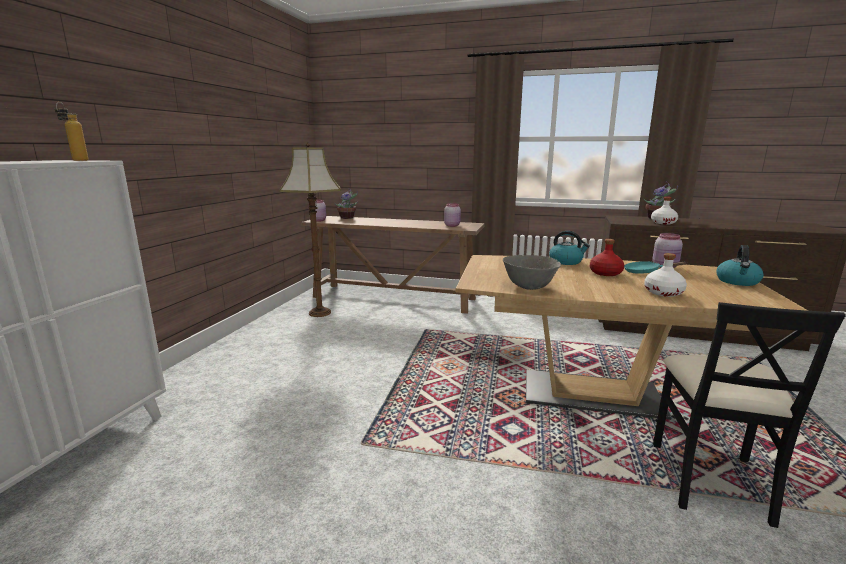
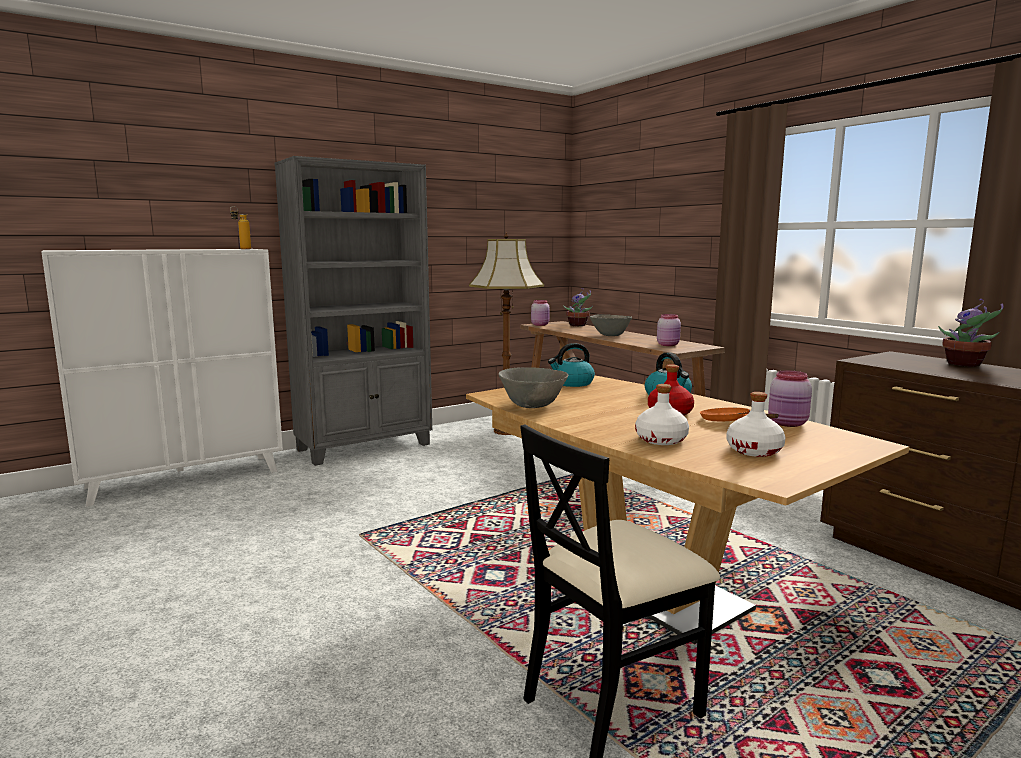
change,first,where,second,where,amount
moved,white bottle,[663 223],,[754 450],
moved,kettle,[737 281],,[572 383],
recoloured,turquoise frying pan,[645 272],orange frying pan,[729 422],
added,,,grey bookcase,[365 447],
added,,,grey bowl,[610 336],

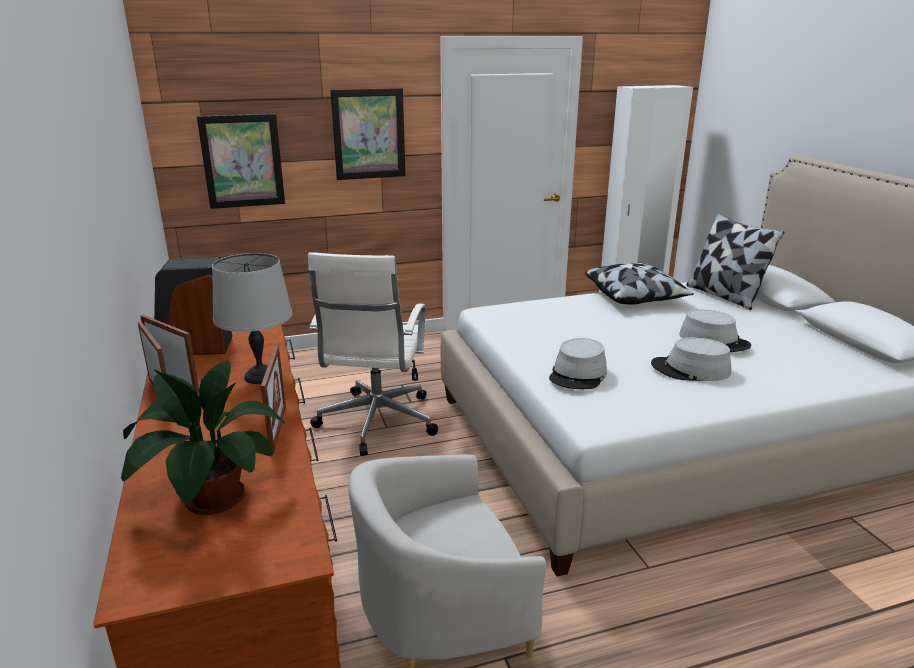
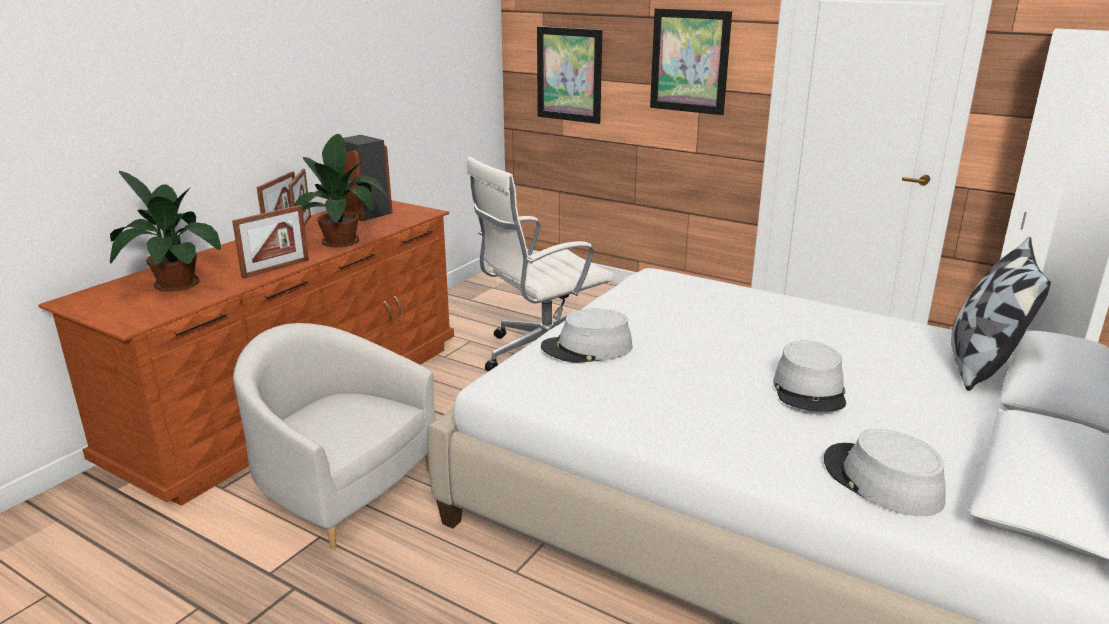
change,first,where,second,where,amount
replaced,grey table lamp,[261 376],potted plant,[343 240],
removed,pillow,[635 297],,,
moved,grey hat,[690 369],,[881 481],

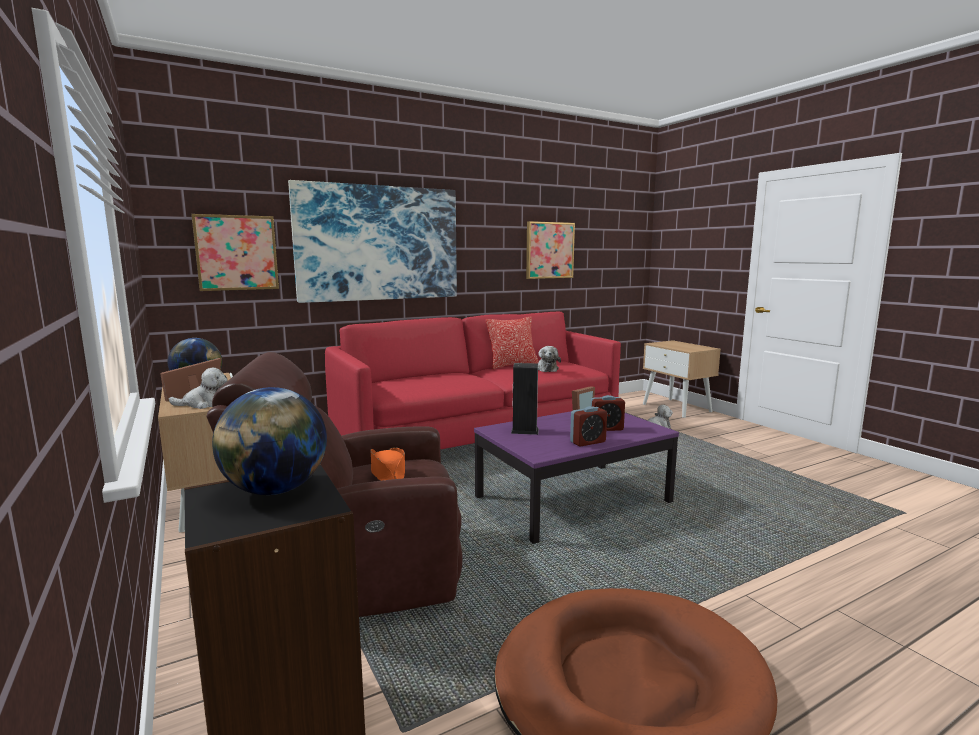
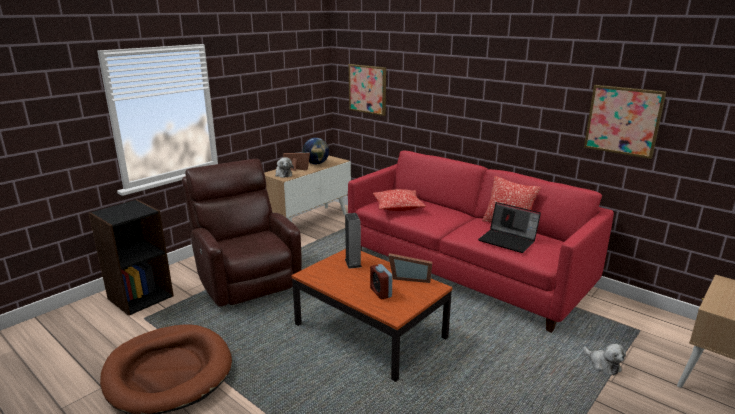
change,first,where,second,where,amount
removed,picture,[379 243],,,
replaced,plush toy,[547 369],laptop,[508 240],
removed,globe,[275 490],,,
removed,alarm clock,[587 442],,,
recoloured,purple coffee table,[572 499],brown coffee table,[370 331],
removed,orange hat,[388 474],,,
added,,,pillow,[398 207],

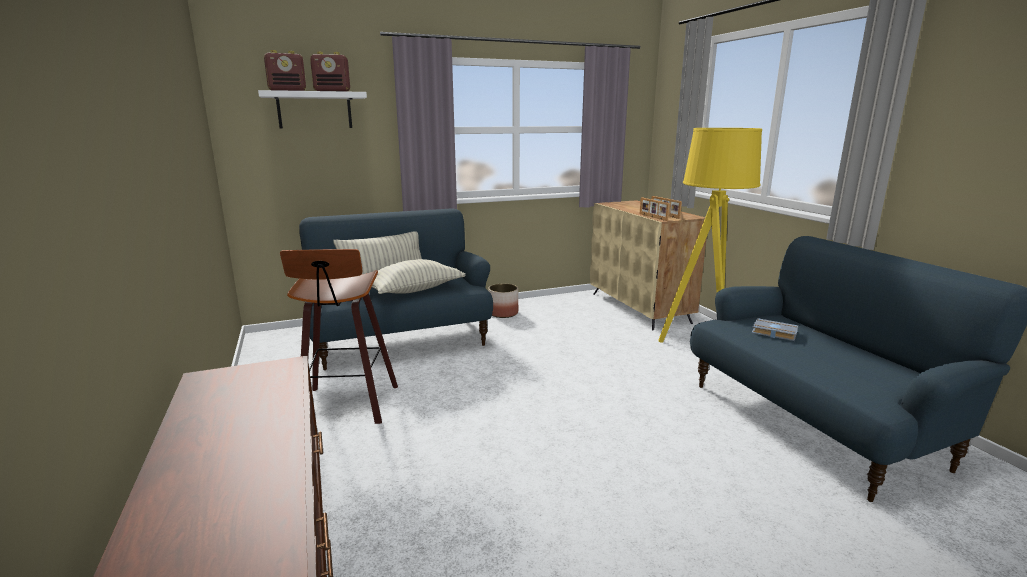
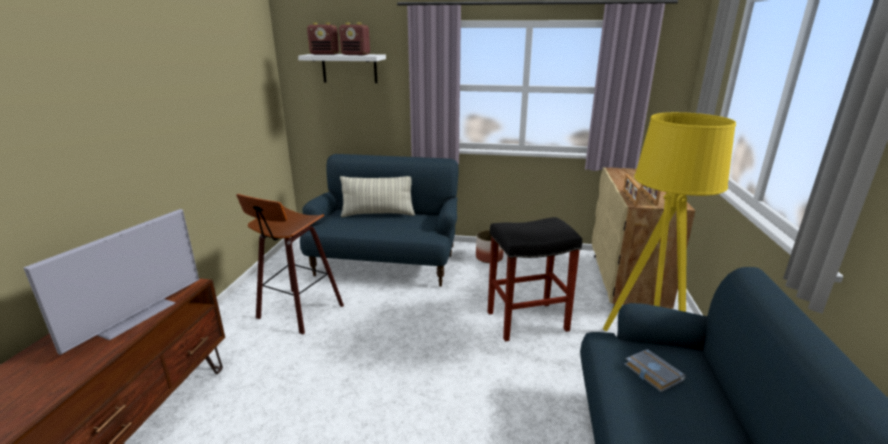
change,first,where,second,where,amount
removed,pillow,[413 290],,,
added,,,television,[136 317],
added,,,black stool,[528 320],

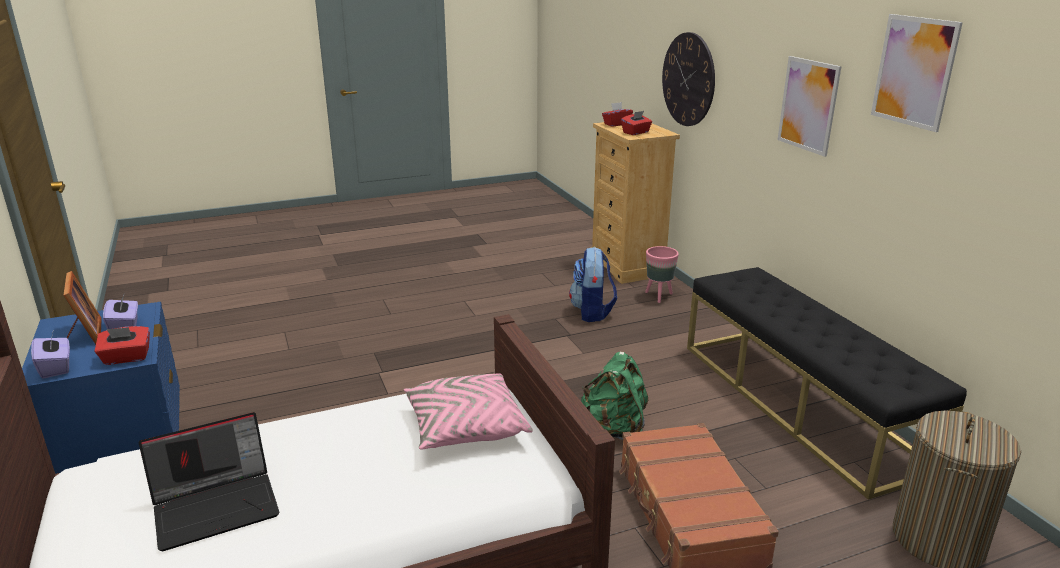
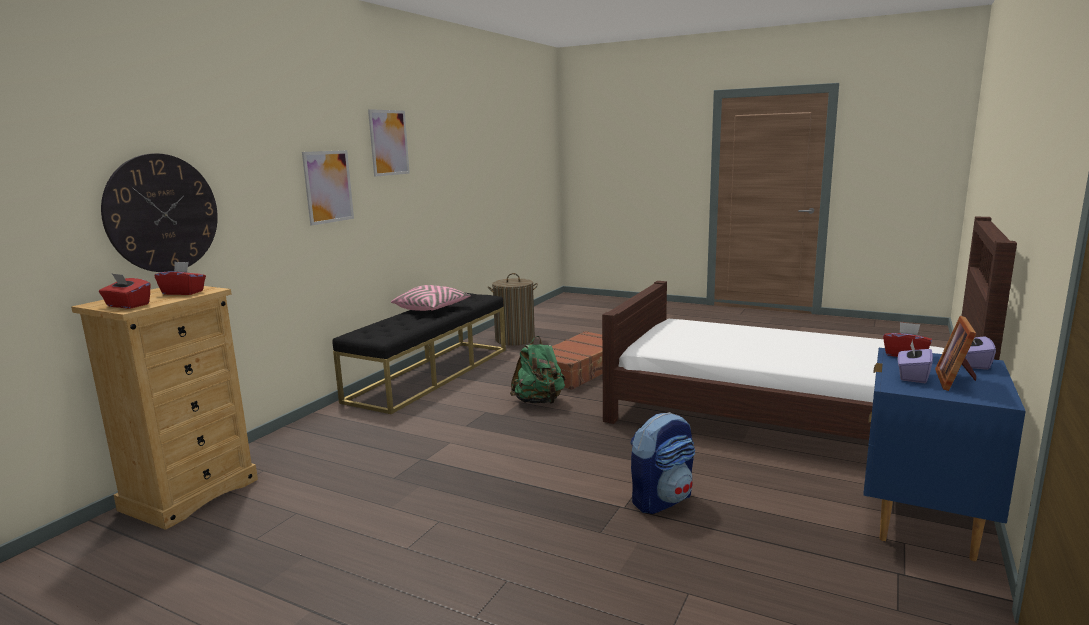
change,first,where,second,where,amount
removed,pink planter,[658 296],,,
moved,backpack,[592 312],,[662 500],
moved,pink pillow,[465 427],,[432 309],
removed,laptop,[217 505],,,

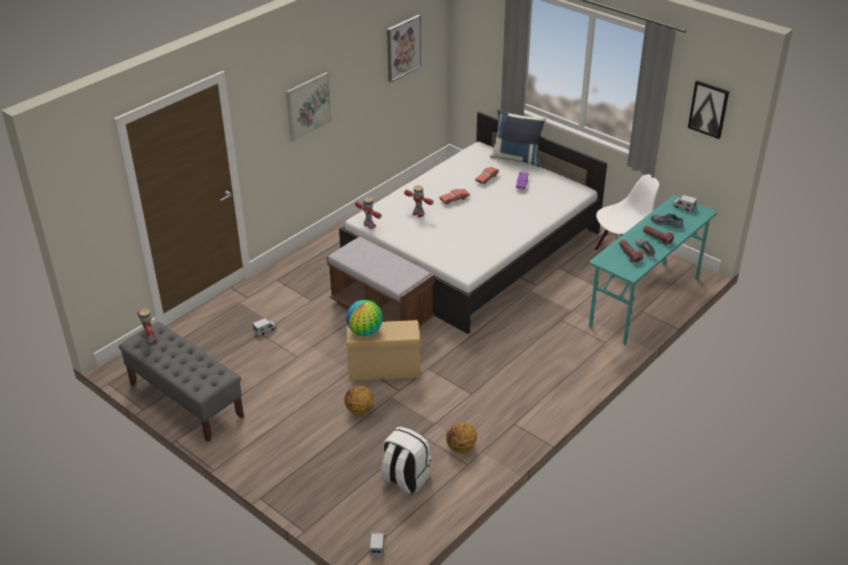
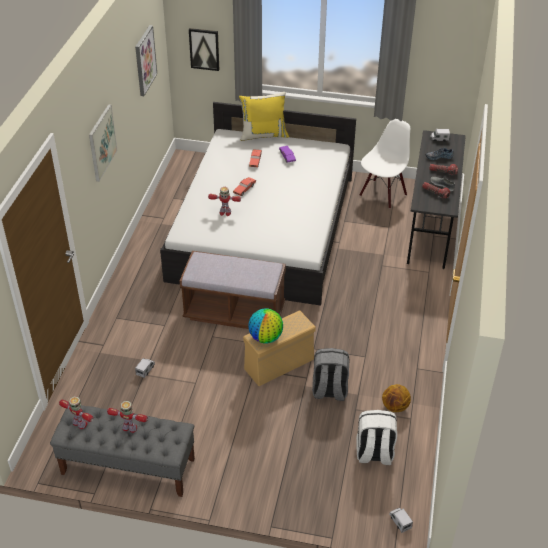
change,first,where,second,where,amount
moved,picture,[708 109],,[204 49],
recoloured,blue pillow,[517 158],yellow pillow,[263 135],
recoloured,turquoise desk,[645 303],grey desk,[431 228],
moved,toy robot,[369 225],,[130 428],
removed,basketball,[359 410],,,
added,,,grey backpack,[329 391],

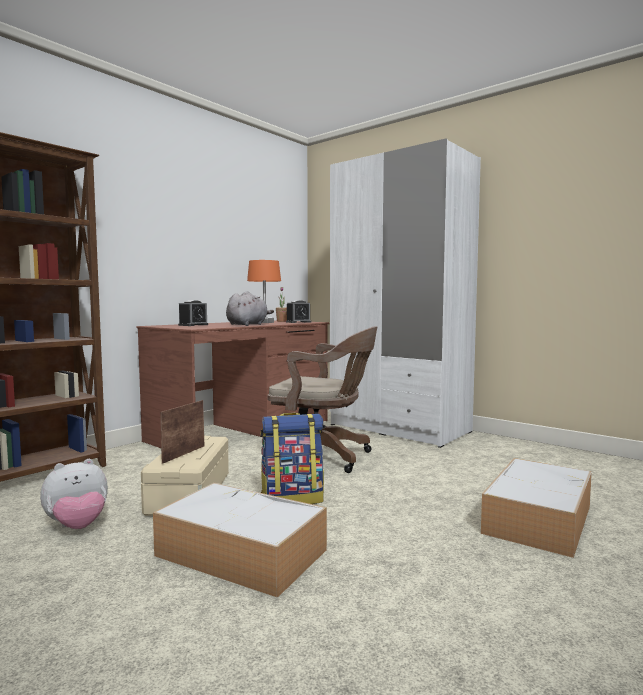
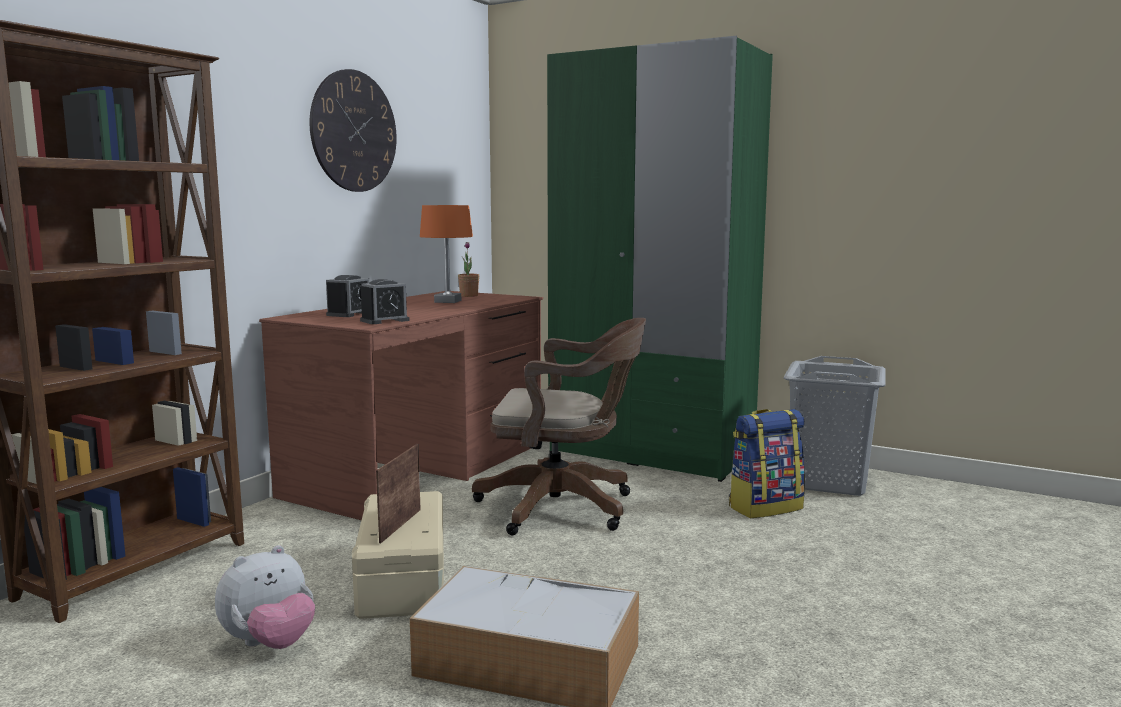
change,first,where,second,where,amount
recoloured,white wardrobe,[399 428],green wardrobe,[652 452],
removed,grey plush toy,[248 325],,,
moved,alarm clock,[298 322],,[384 320],
moved,backpack,[292 498],,[765 507],
removed,storage box,[538 518],,,
added,,,wall clock,[354 131],
added,,,grey laundry basket,[828 482],

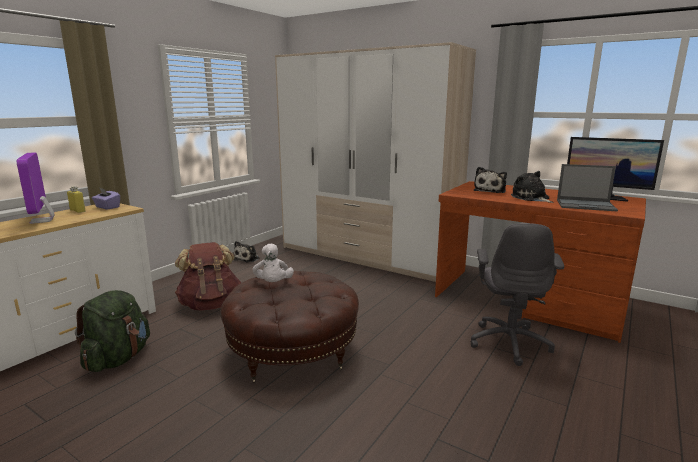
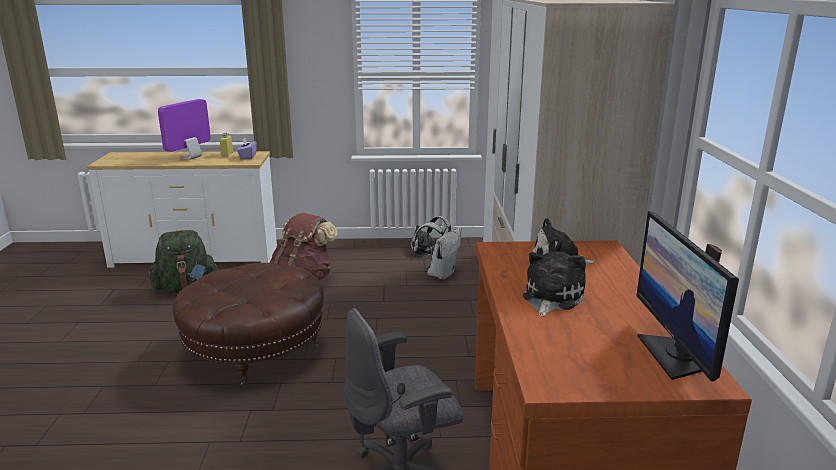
change,first,where,second,where,amount
removed,laptop,[586 205],,,
removed,white plush toy,[273 284],,,
added,,,white backpack,[440 274],

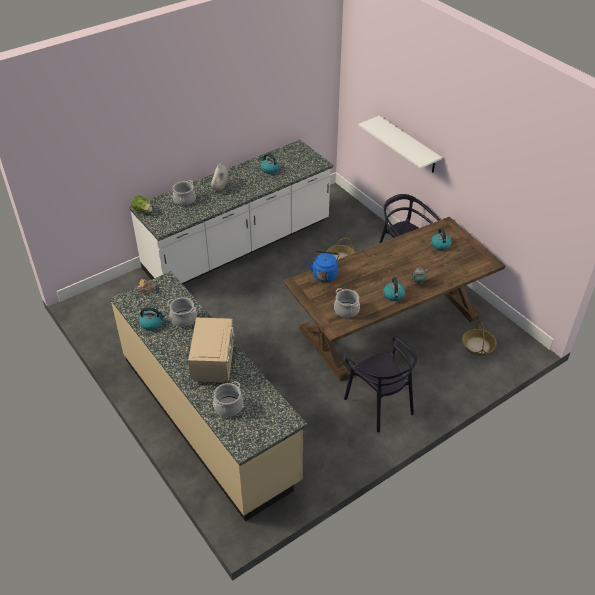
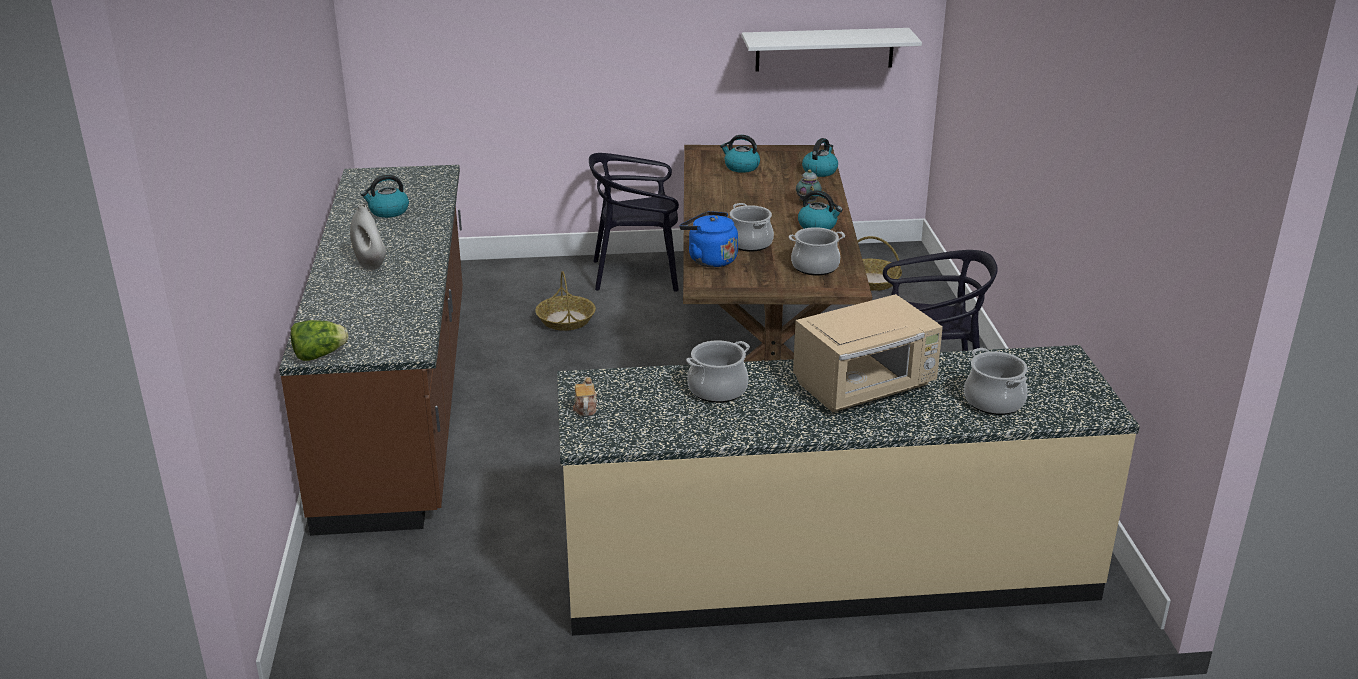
change,first,where,second,where,amount
moved,white shelf,[408 145],,[824 49],
recoloured,white counter,[238 246],brown counter,[401 402],
moved,cooking pot,[184 200],,[750 243],
moved,kettle,[152 323],,[819 171],
turned,beige microwave,[214 361],,[866 387],120 degrees clockwise

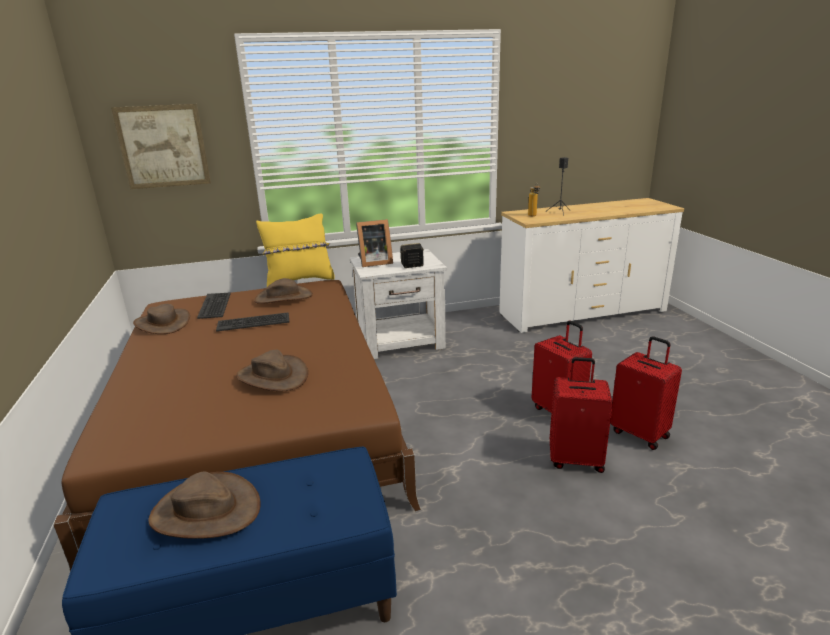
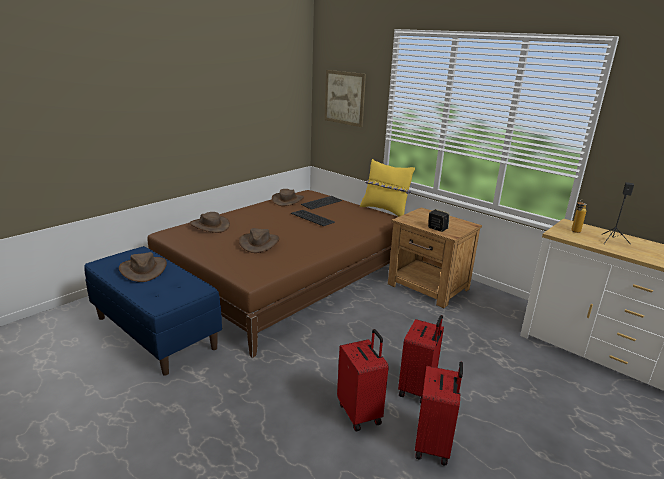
change,first,where,second,where,amount
removed,picture frame,[373 263],,,
recoloured,white nightstand,[401 341],brown nightstand,[428 287],
moved,brown hat,[283 297],,[210 225],

